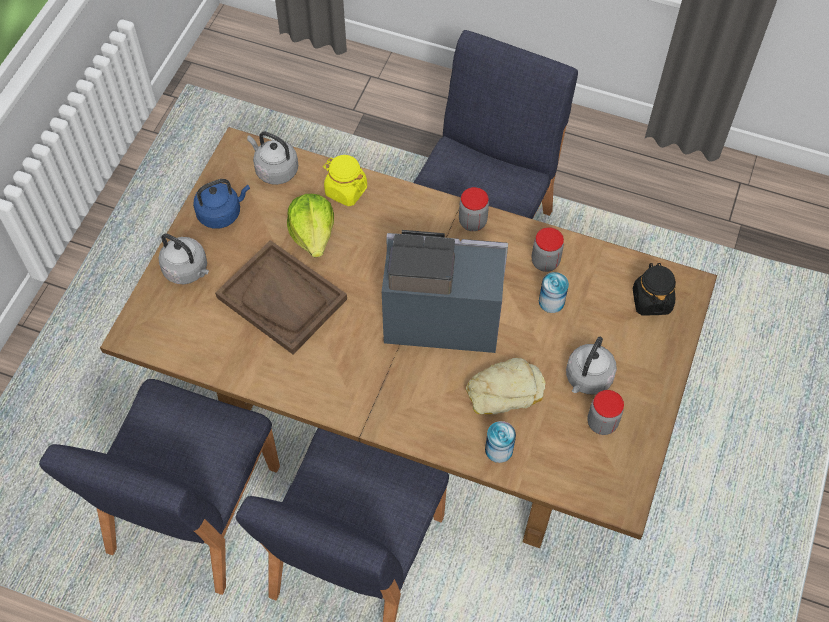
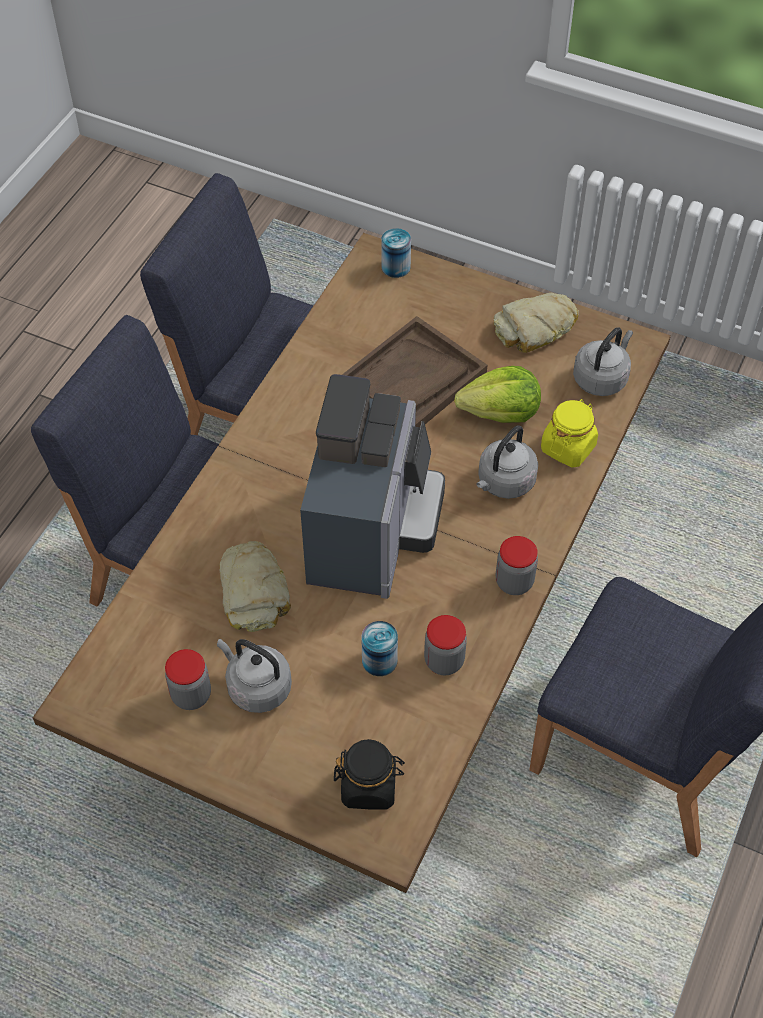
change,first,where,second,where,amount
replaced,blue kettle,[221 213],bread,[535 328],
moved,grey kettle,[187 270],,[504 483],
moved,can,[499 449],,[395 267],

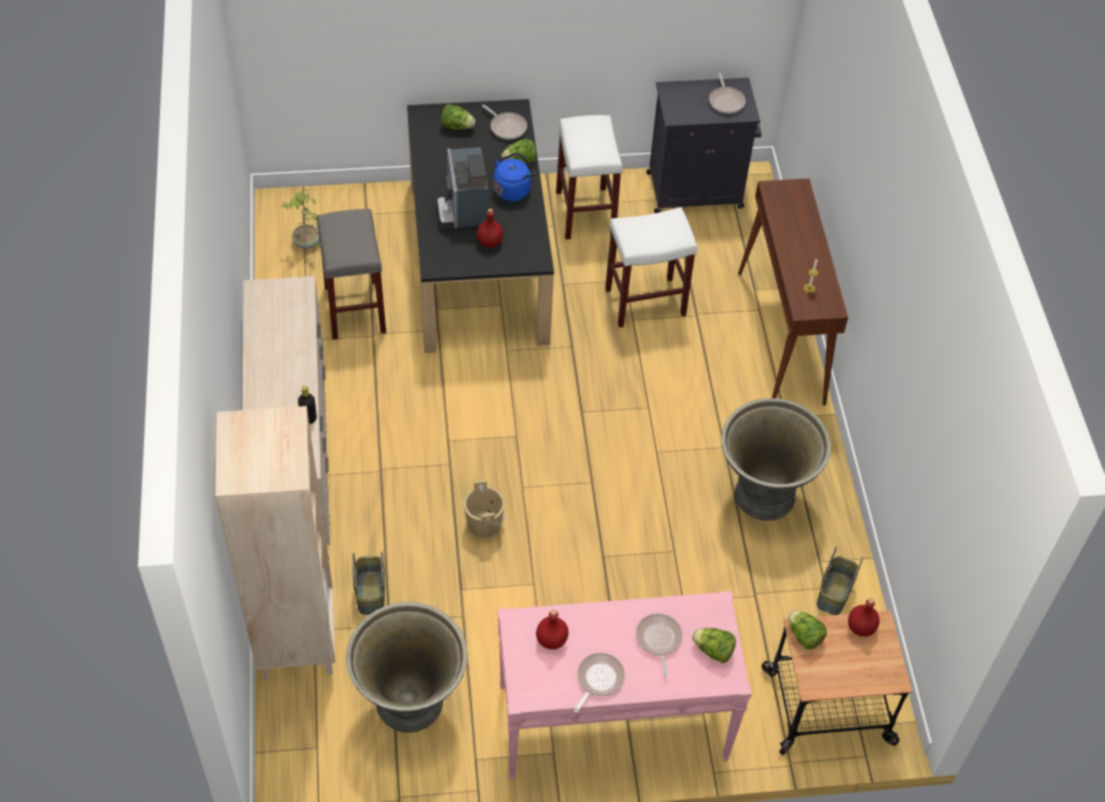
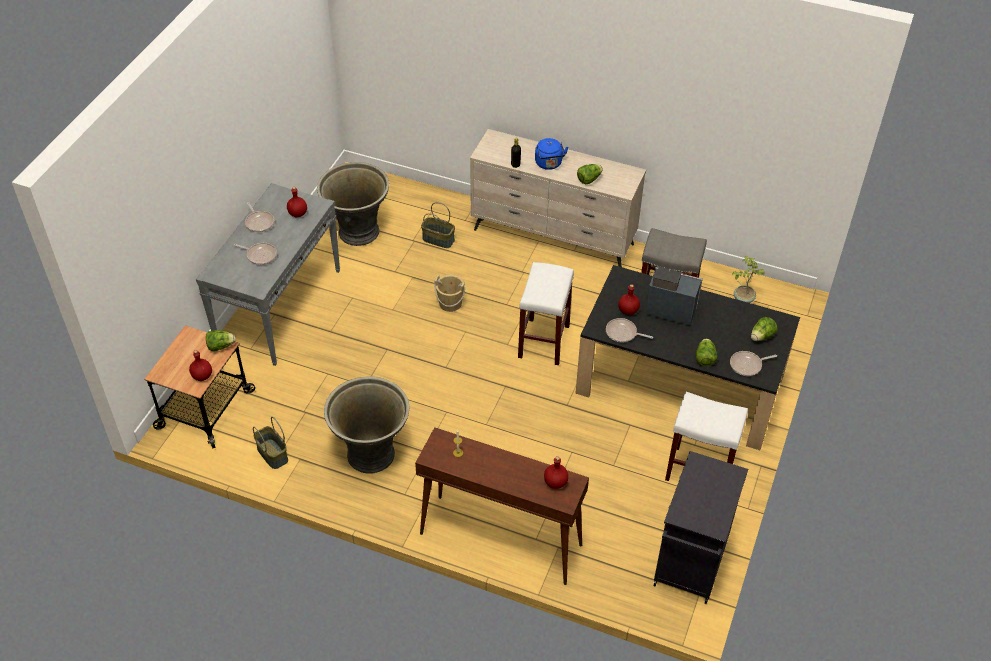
change,first,where,second,where,amount
moved,frying pan,[726 101],,[623 333],
moved,blue kettle,[513 189],,[549 164],
moved,white stool,[644 302],,[543 341],
removed,beige bookcase,[296 639],,,
recoloured,pink console table,[611 723],grey console table,[279 307],
moved,lettuce,[713 650],,[589 179],
added,,,red bottle,[555 483],

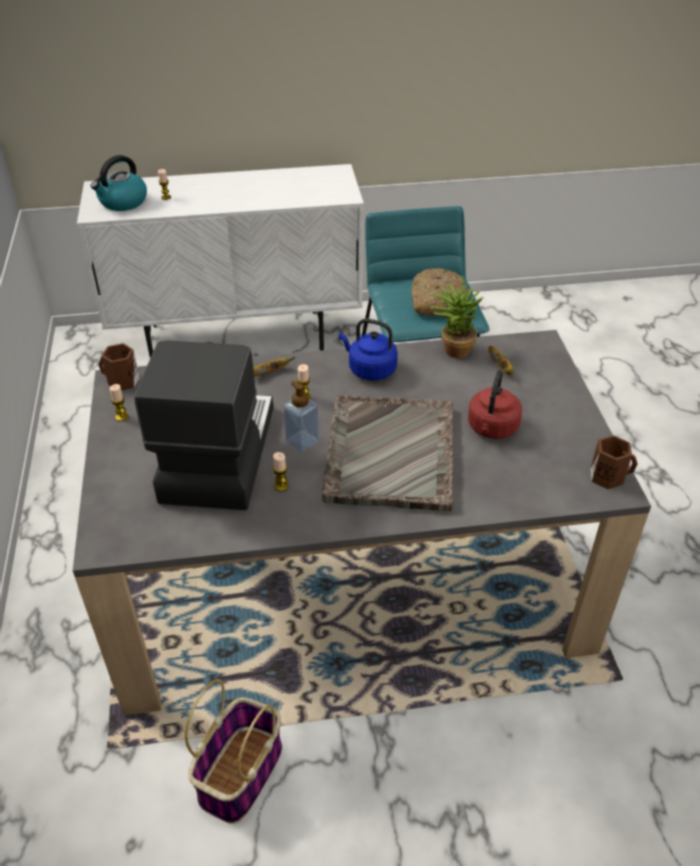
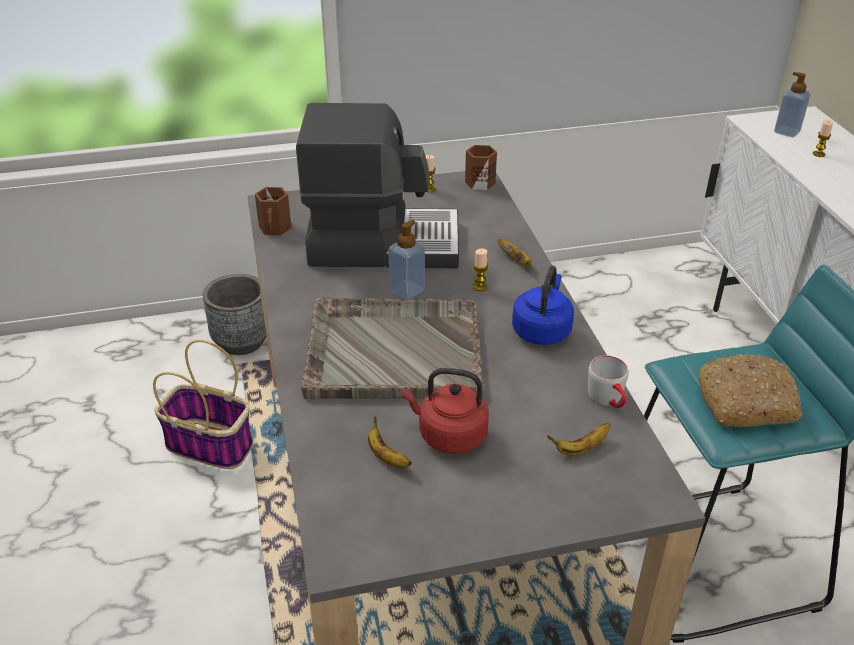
change,first,where,second,where,amount
replaced,kettle,[122 202],soap dispenser,[786 132],
replaced,potted plant,[452 349],grey mug,[609 400],
moved,brown mug,[608 476],,[276 228],
removed,candle,[281 486],,,
added,,,grey planter,[241 342],
added,,,banana,[386 456],

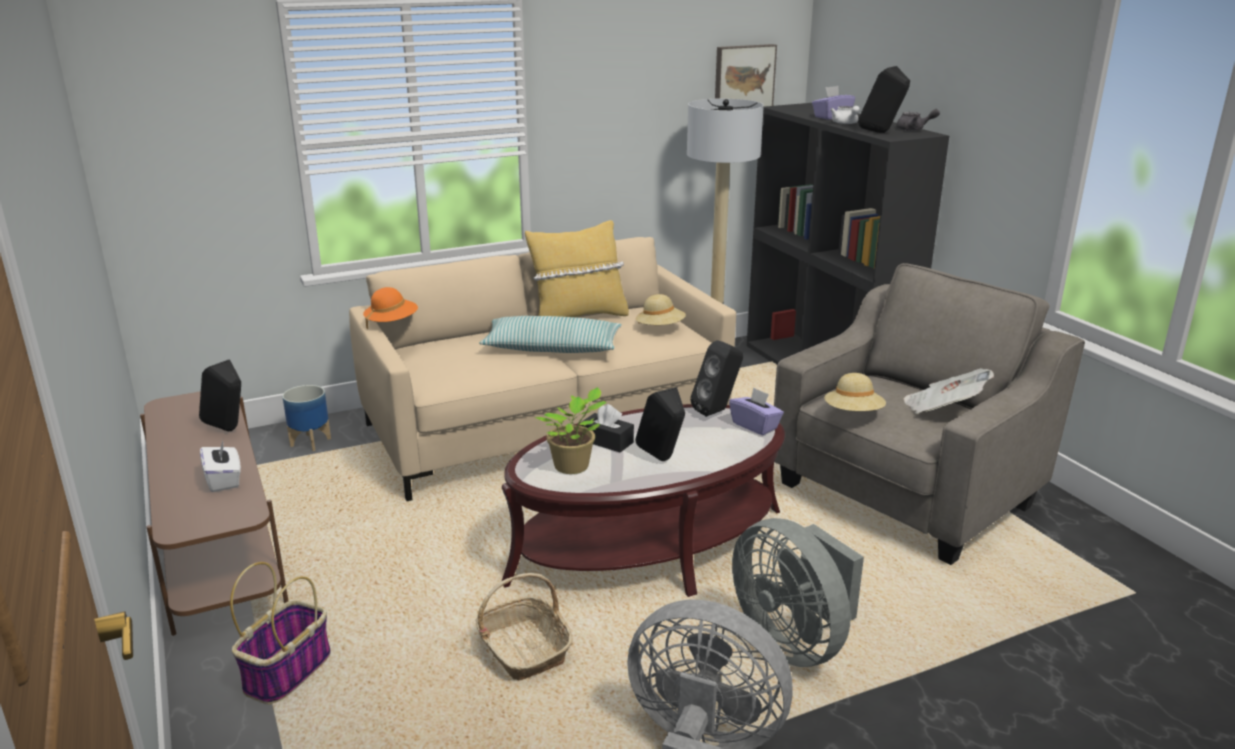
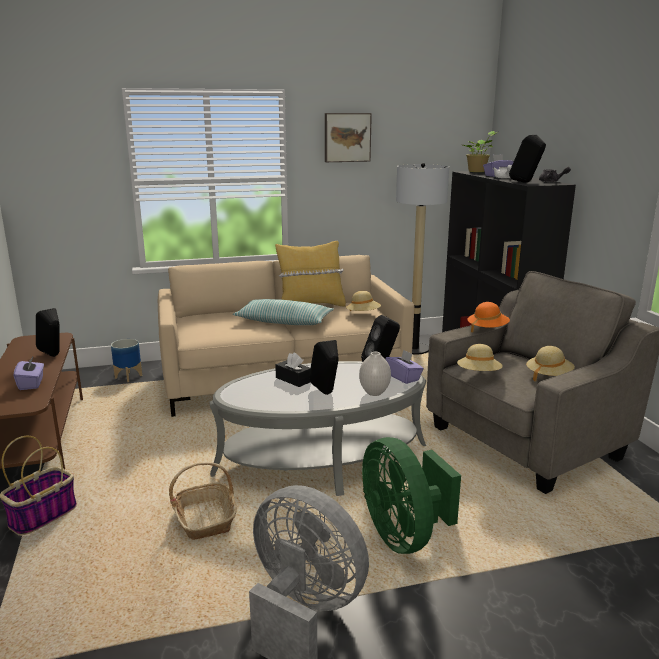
change,first,where,second,where,amount
moved,picture,[743 79],,[347 137],
moved,orange hat,[391 323],,[487 329],
replaced,newspaper,[943 409],beige hat,[548 376],
moved,potted plant,[574 467],,[478 171],
recoloured,brown coffee table,[648 546],grey coffee table,[322 459],
recoloured,white tissue box,[224 480],purple tissue box,[31 384],
recoloured,grey fan,[793 641],green fan,[404 535],
added,,,white vase,[374 393],

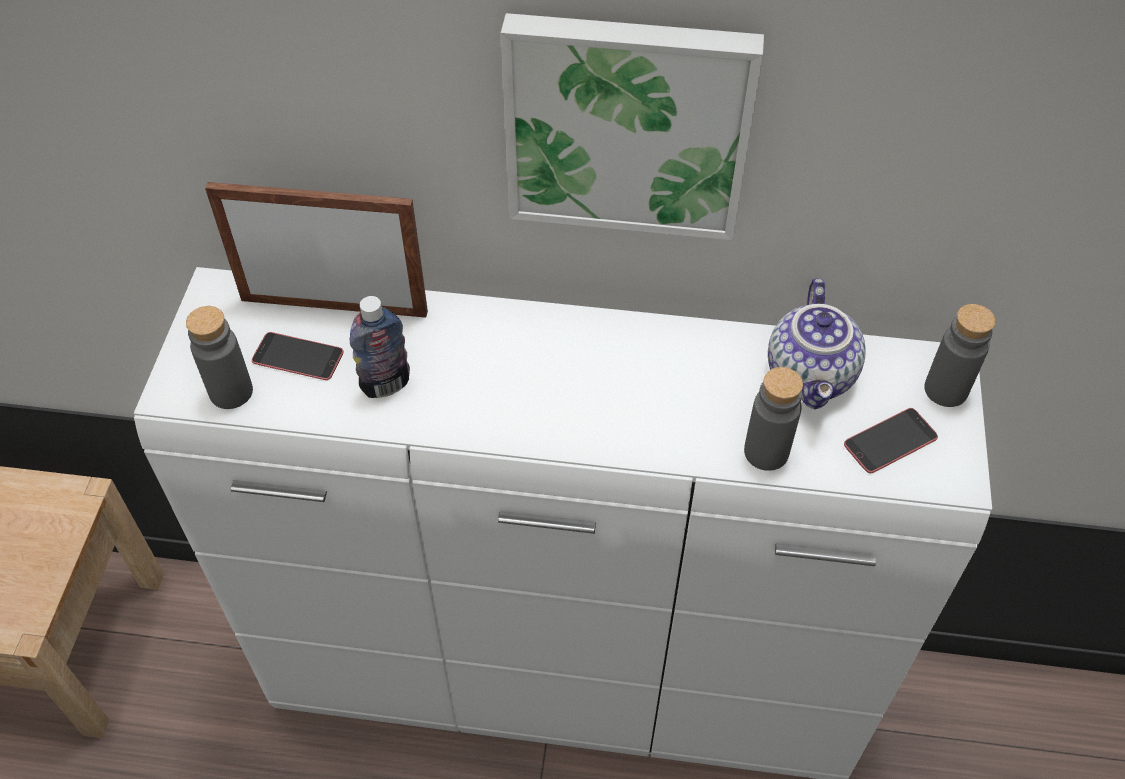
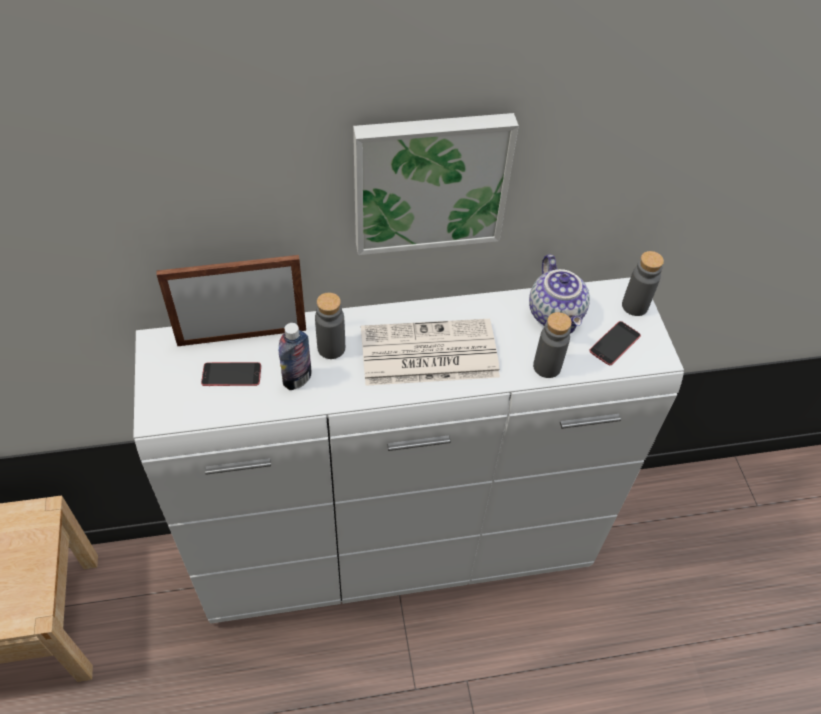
change,first,where,second,where,amount
moved,grey bottle,[231 392],,[331 348],
added,,,newspaper,[427 354],

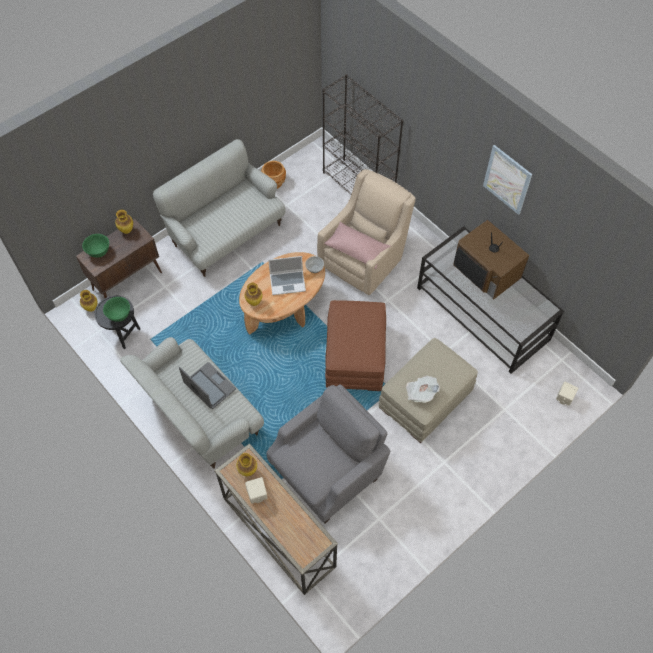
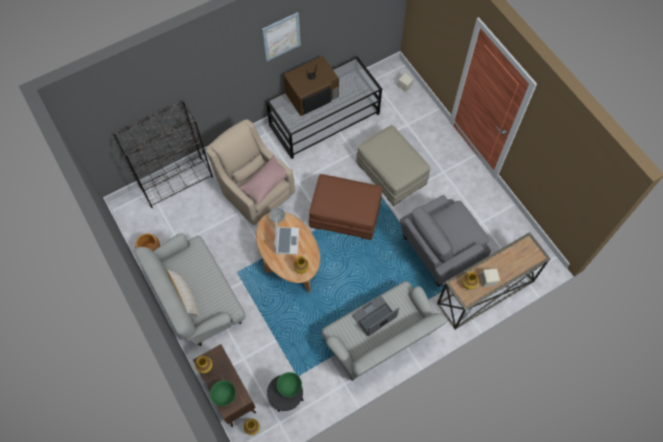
change,first,where,second,where,amount
removed,newspaper,[420 392],,,
turned,grey armchair,[327 470],,[440 250],90 degrees counterclockwise
added,,,beige pillow,[185 296],

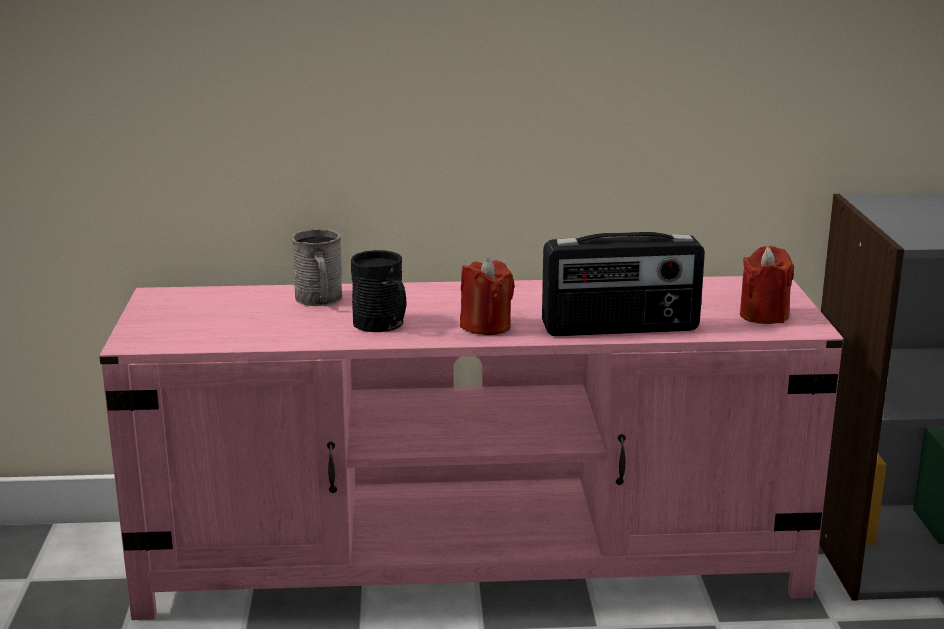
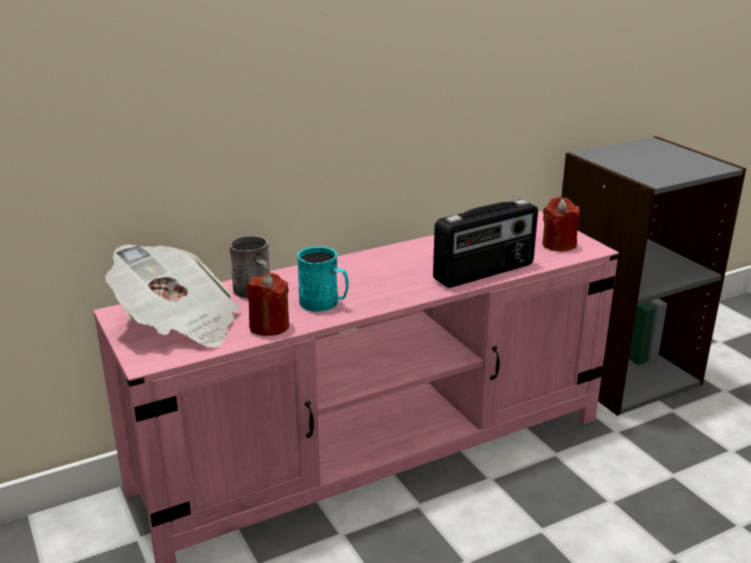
change,first,where,second,where,amount
recoloured,black mug,[383 325],turquoise mug,[324 303],
moved,red candle,[486 326],,[269 326],
added,,,newspaper,[179 324],

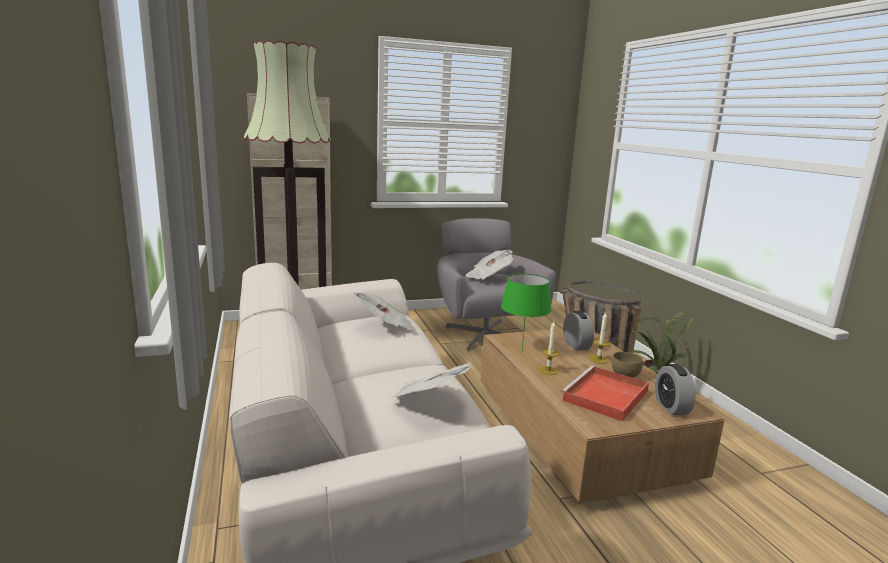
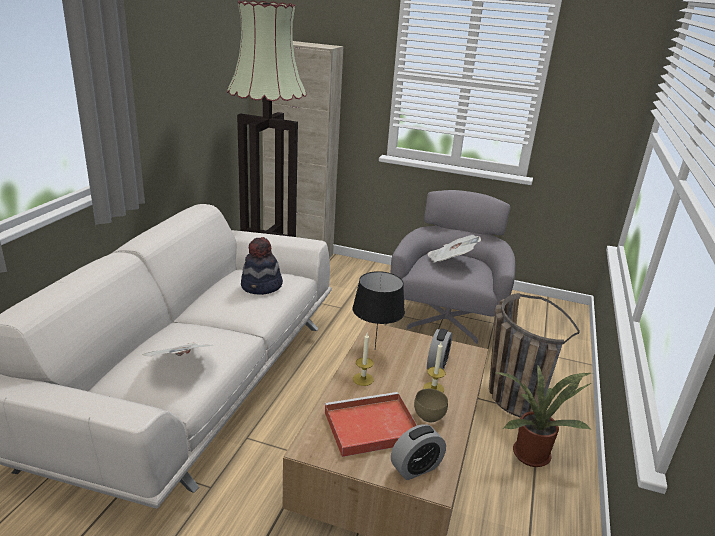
change,first,where,second,where,amount
recoloured,green table lamp,[522 349],black table lamp,[375 349],
replaced,newspaper,[386 326],hat,[262 286],
turned,alarm clock,[671 407],,[416 468],150 degrees counterclockwise

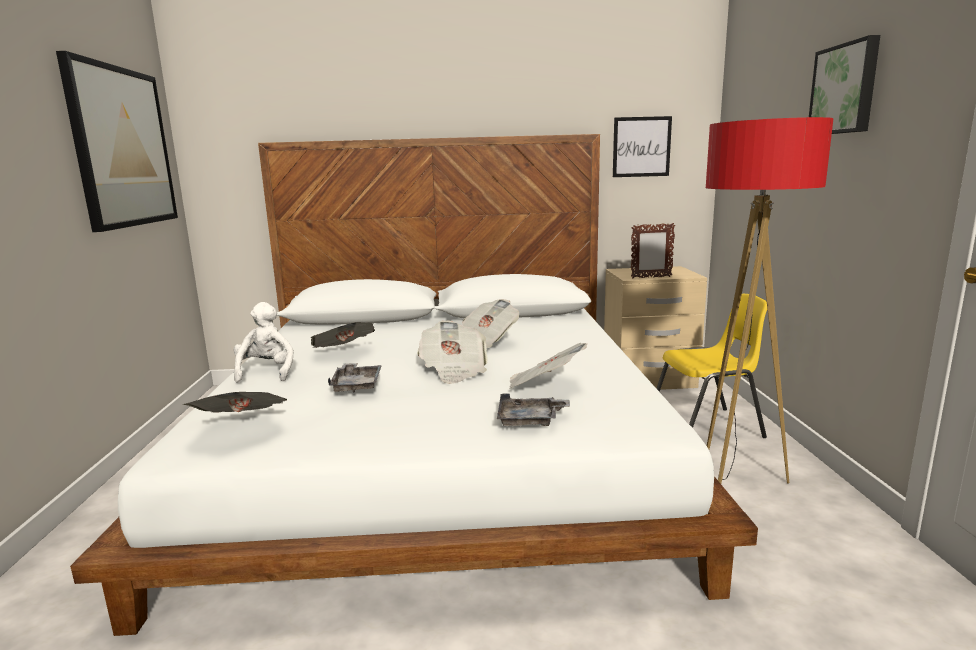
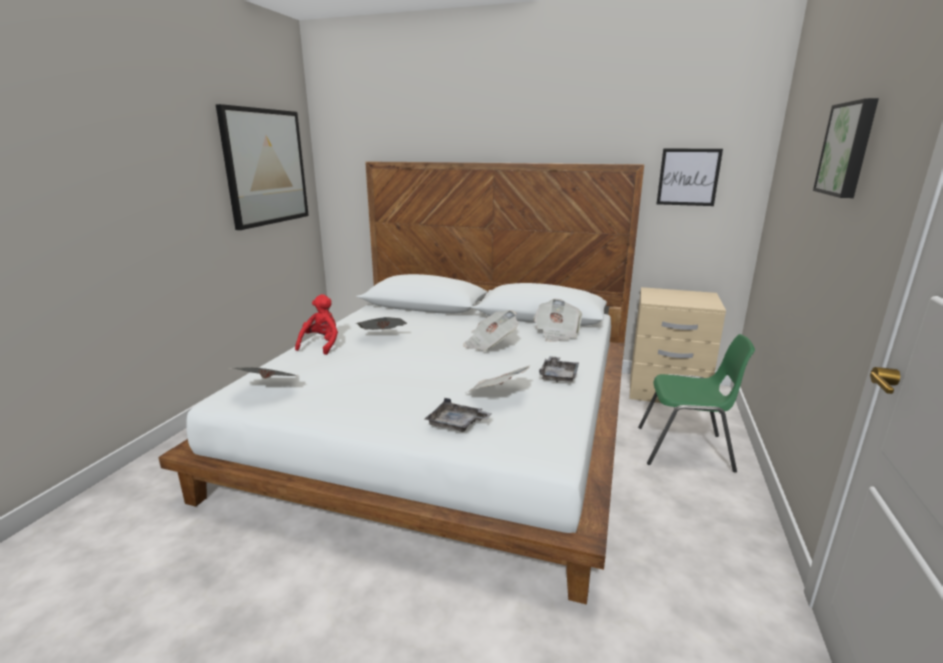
change,first,where,second,where,amount
removed,floor lamp,[735 478],,,
removed,picture frame,[650 277],,,
recoloured,yellow chair,[707 427],green chair,[686 449],
recoloured,white plush toy,[266 372],red plush toy,[321 345],
moved,newspaper,[454 370],,[556 333],
moved,grey tray,[356 385],,[558 375],

